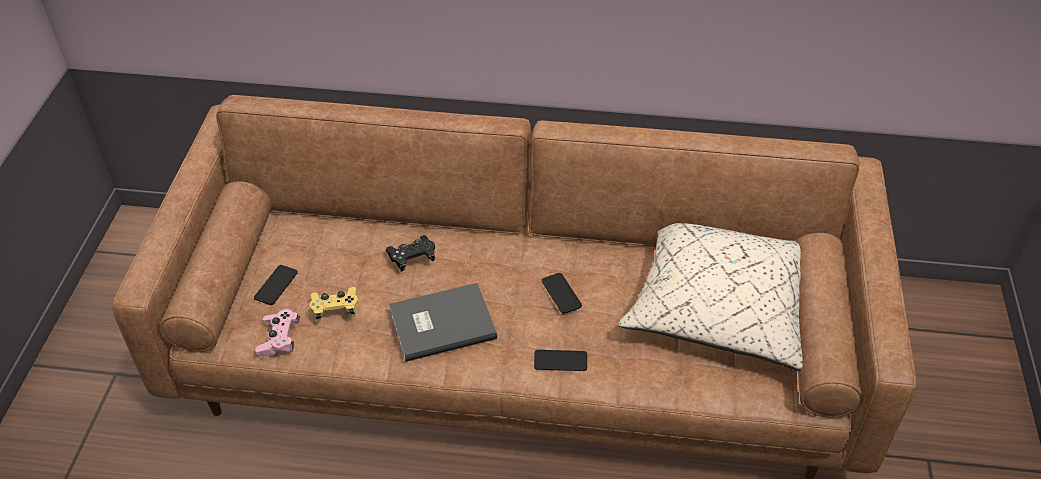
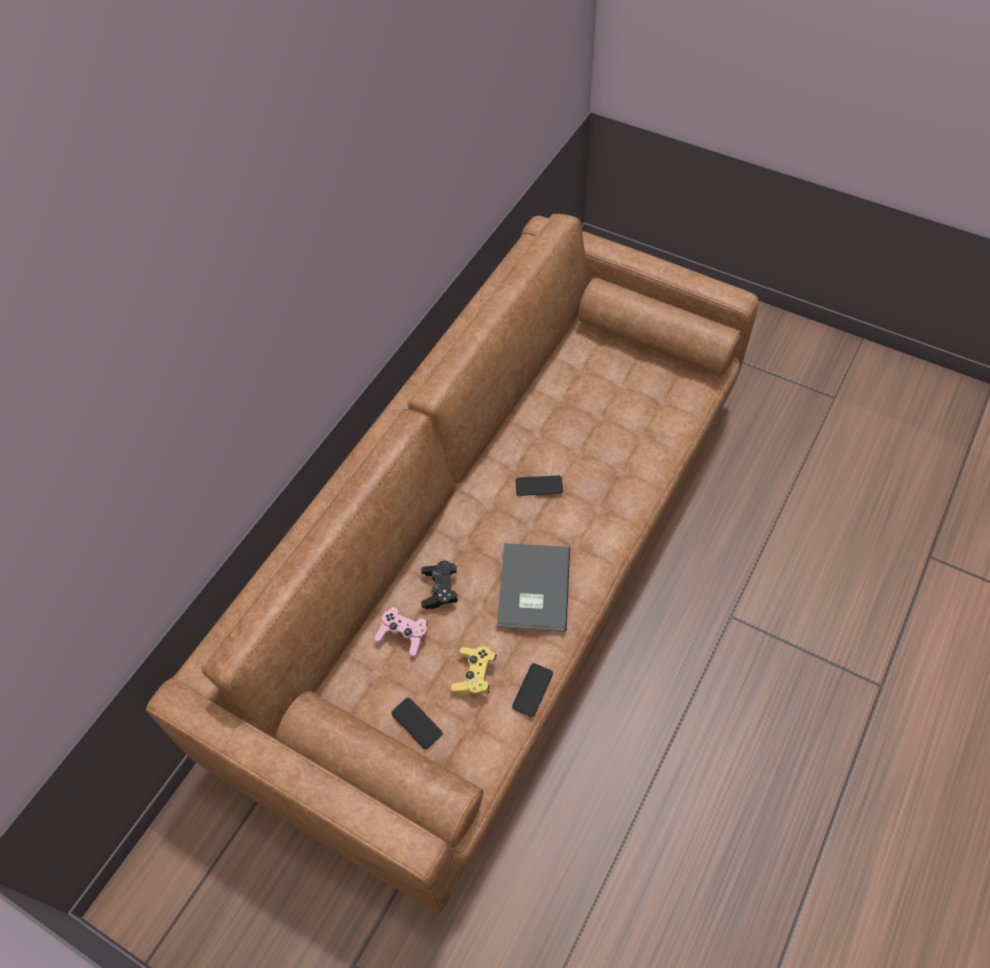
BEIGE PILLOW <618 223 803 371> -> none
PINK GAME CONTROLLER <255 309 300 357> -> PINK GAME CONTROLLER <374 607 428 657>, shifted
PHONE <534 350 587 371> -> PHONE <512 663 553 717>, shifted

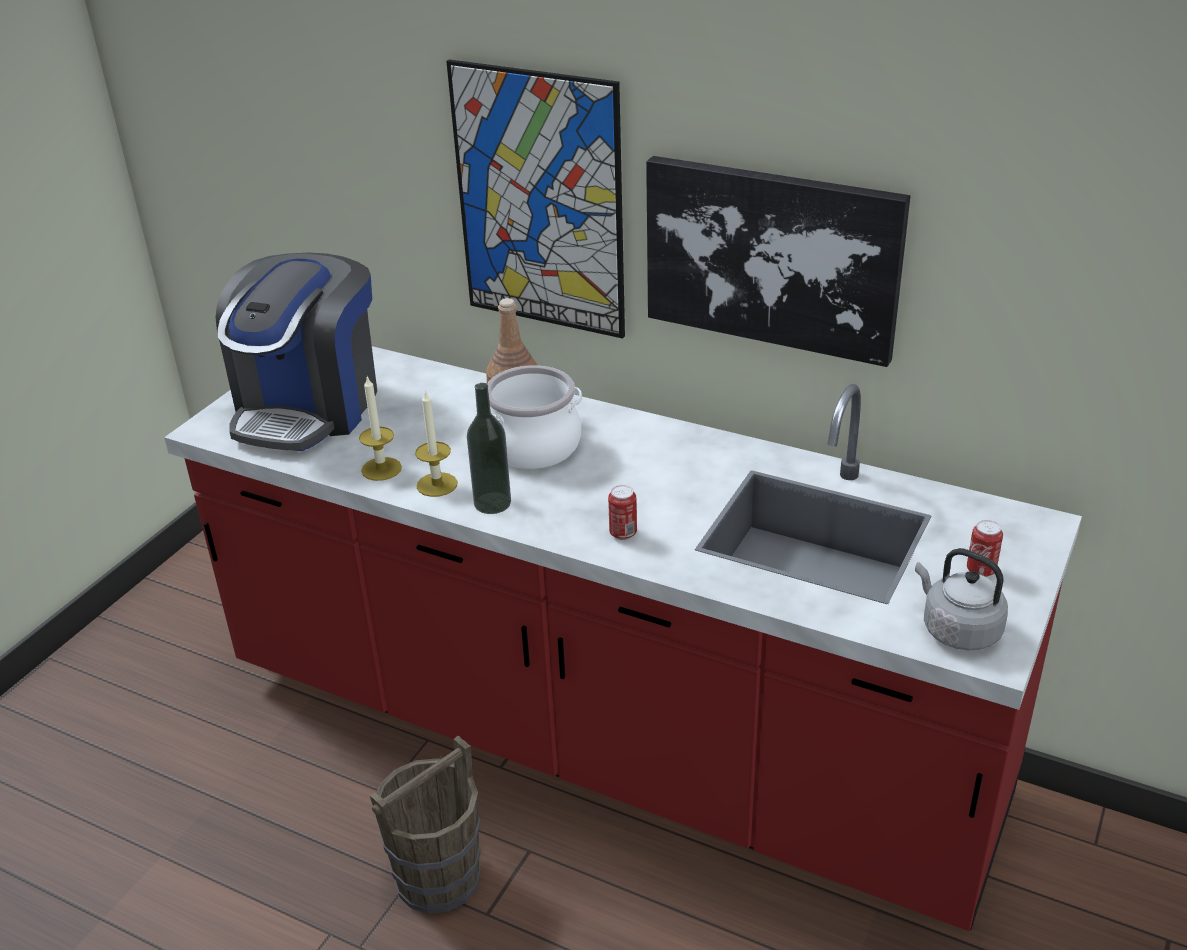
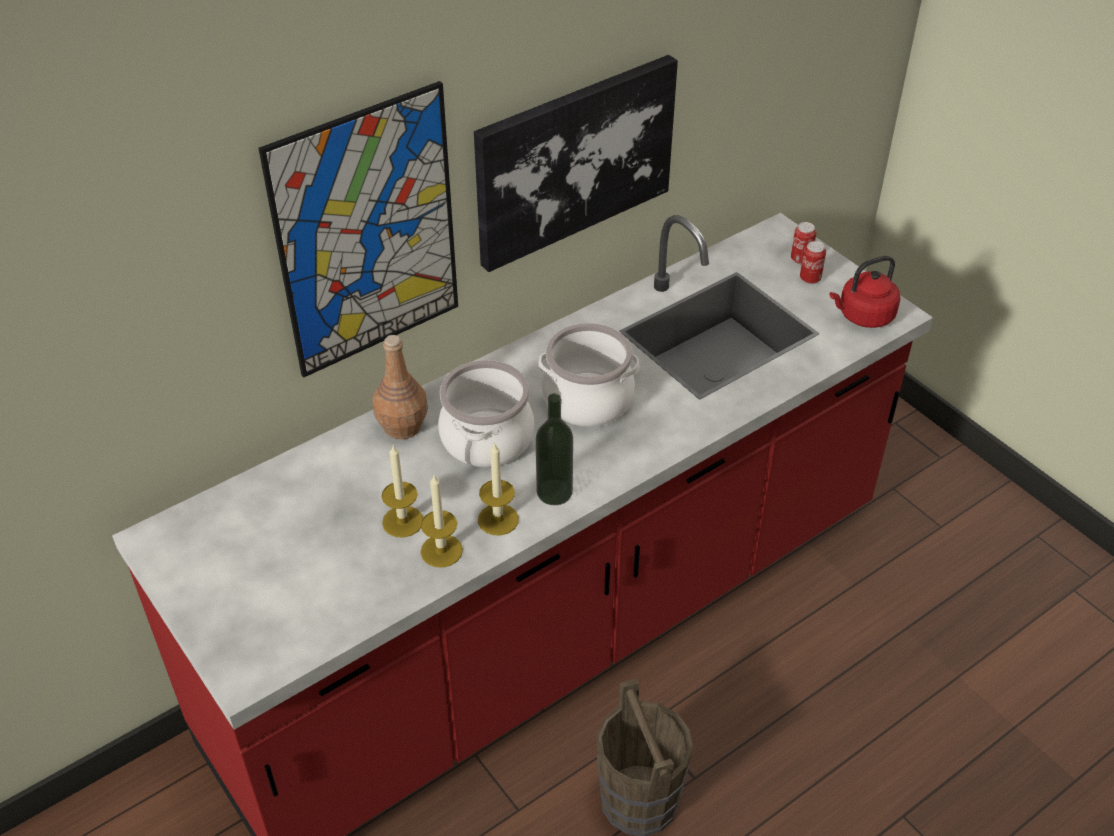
COFFEE MACHINE <215 252 377 451> -> none
none -> CANDLE <382 445 423 538>
none -> COOKING POT <538 323 639 427>
CAN <608 485 637 540> -> CAN <791 222 817 265>, shifted
GREY KETTLE <915 548 1008 650> -> RED KETTLE <830 256 901 328>

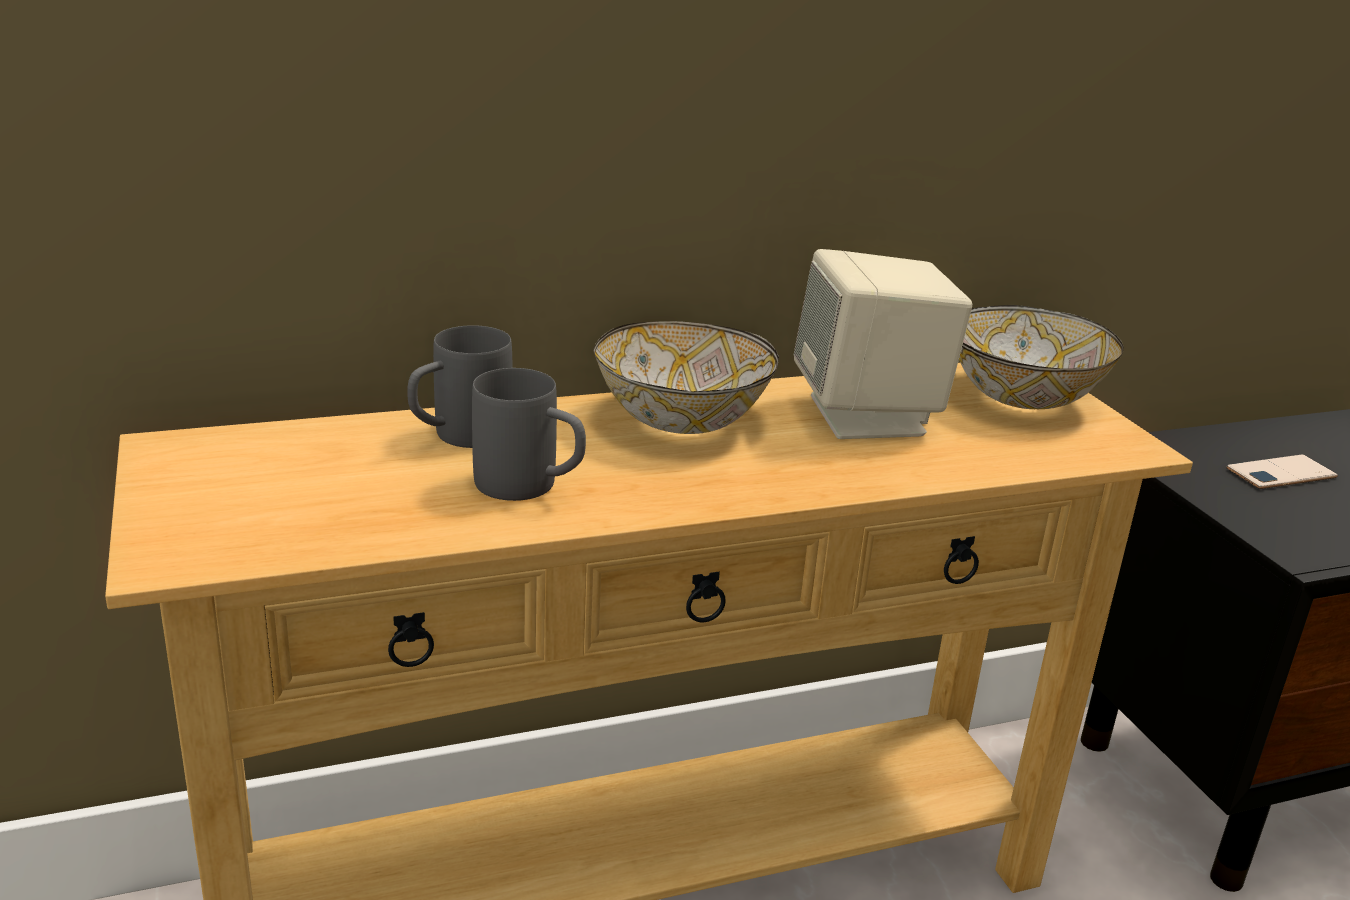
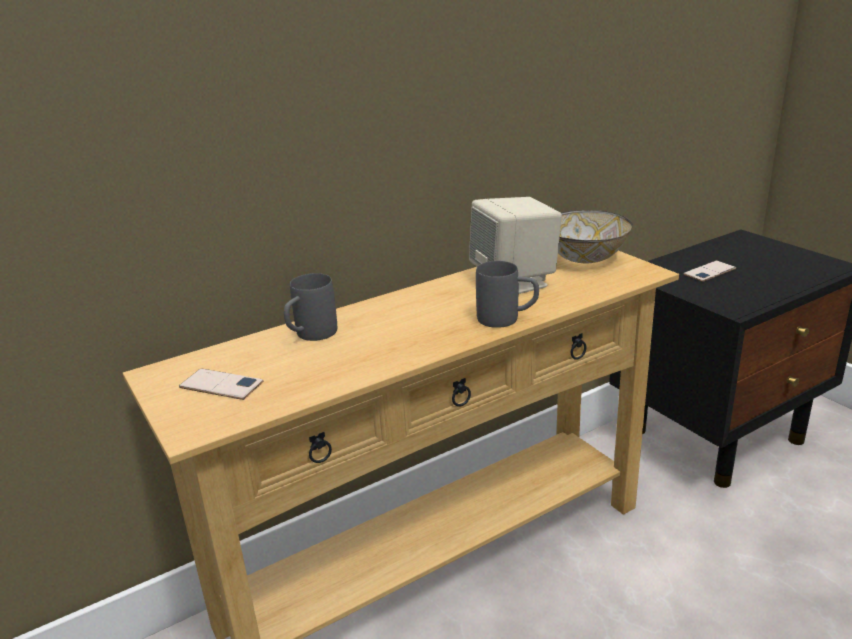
BOWL <593 321 779 434> -> none
none -> PHONE <179 369 263 400>
GREY MUG <472 368 586 501> -> GREY MUG <476 261 539 328>, shifted

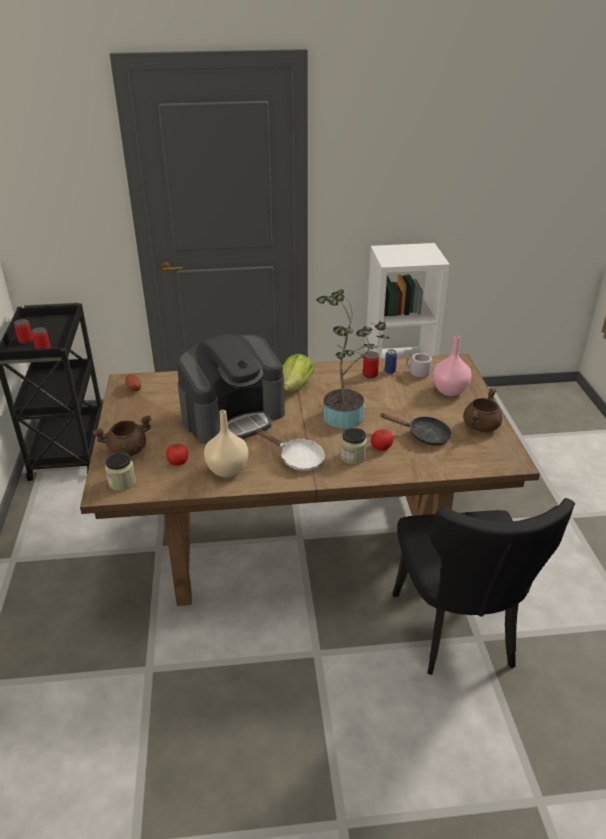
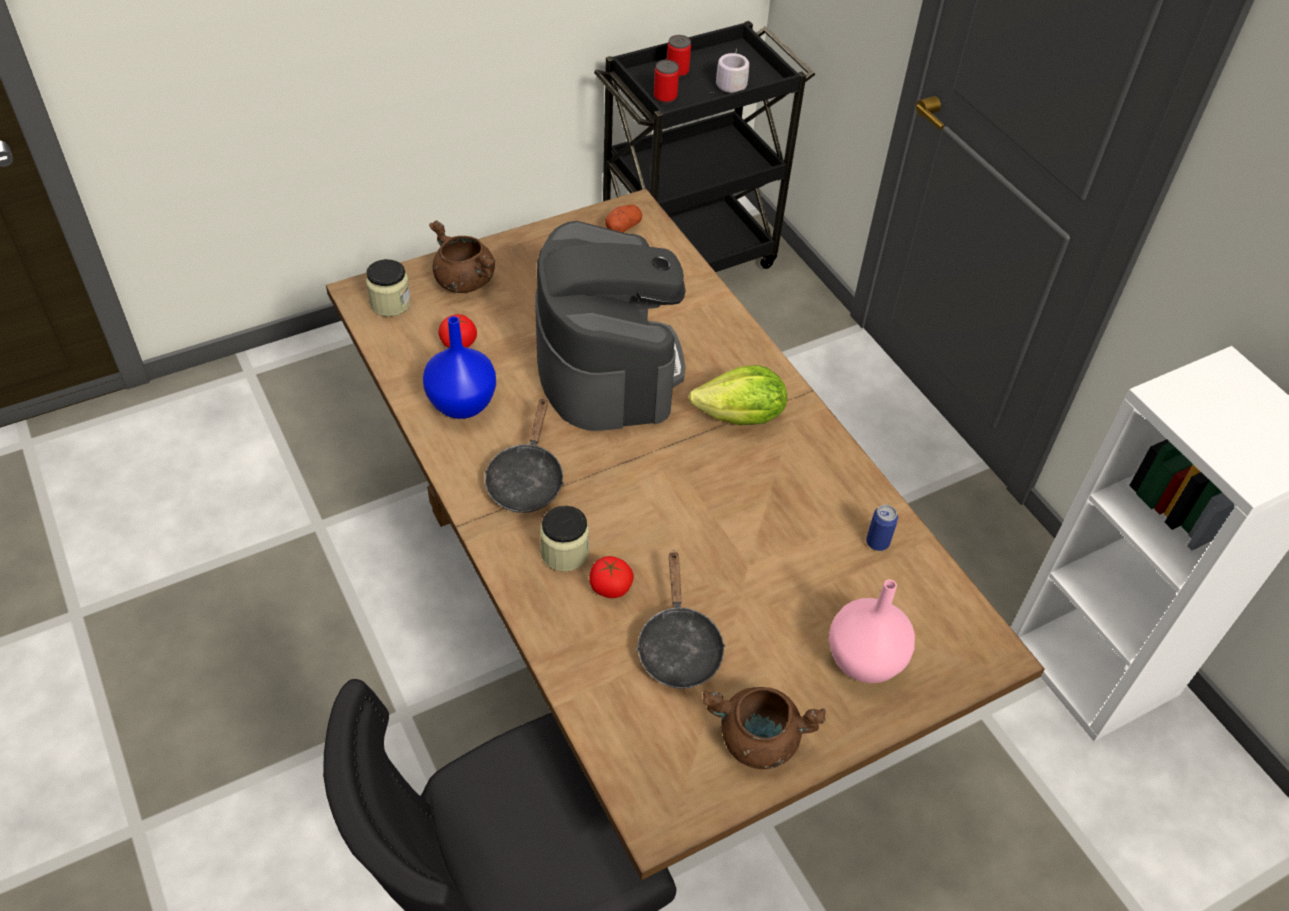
POTTED PLANT <316 289 390 429> -> none
CAN <363 351 379 378> -> none
GREY MUG <406 353 432 382> -> GREY MUG <710 49 749 93>, shifted
BEIGE VASE <204 410 249 478> -> BLUE VASE <423 316 496 419>
WHITE FRYING PAN <256 429 325 471> -> BLACK FRYING PAN <484 397 564 513>
COFFEE MACHINE <177 334 285 444> -> COFFEE MACHINE <535 221 686 431>, 135 degrees counterclockwise

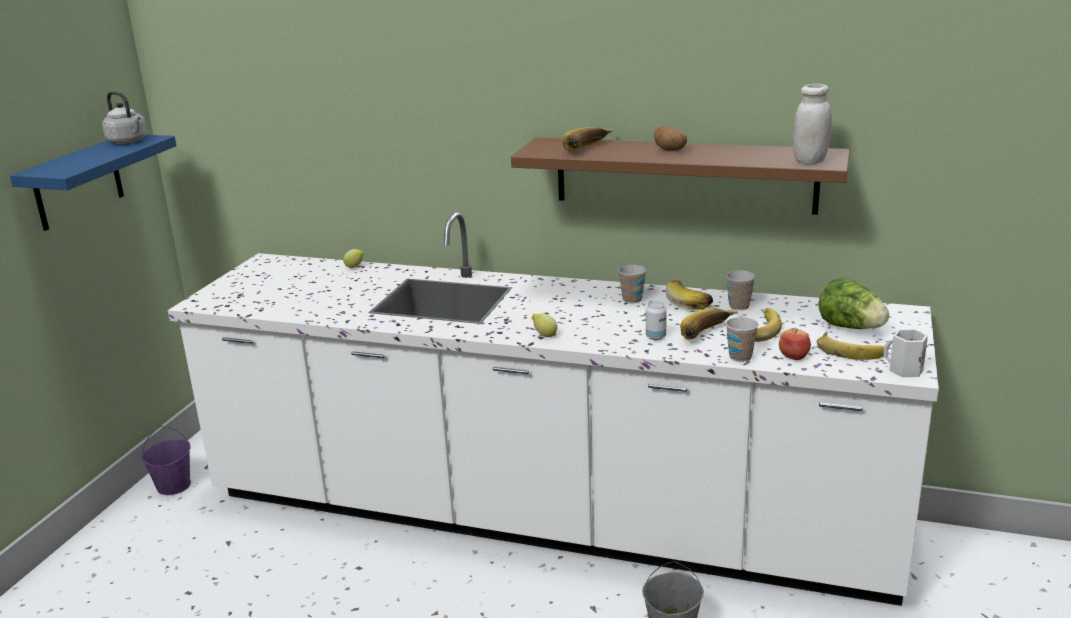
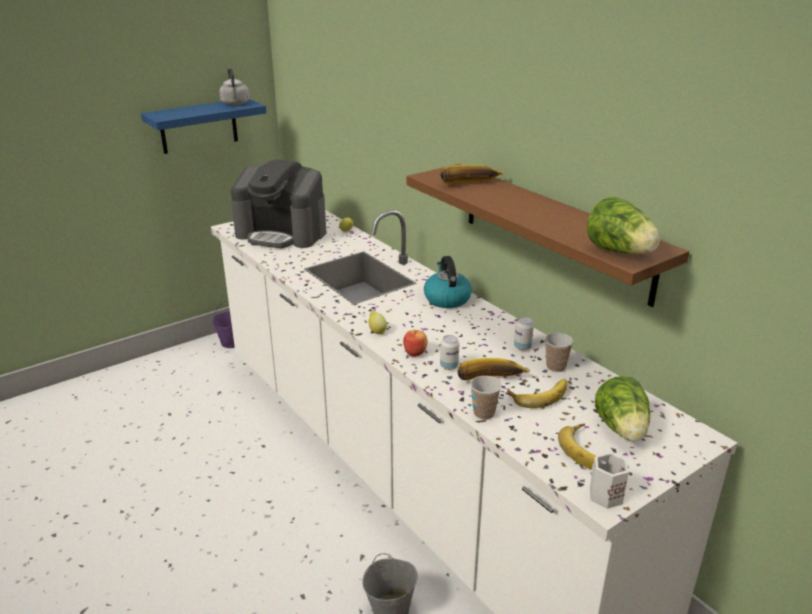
CUP <618 265 646 303> -> none
POTATO <654 126 687 151> -> none
none -> COFFEE MACHINE <231 159 326 248>
none -> KETTLE <424 256 472 308>
APPLE <779 329 811 360> -> APPLE <403 330 428 357>, shifted
BANANA <665 278 713 310> -> CAN <514 317 534 351>
WHITE JAR <793 84 832 165> -> LETTUCE <587 196 660 254>

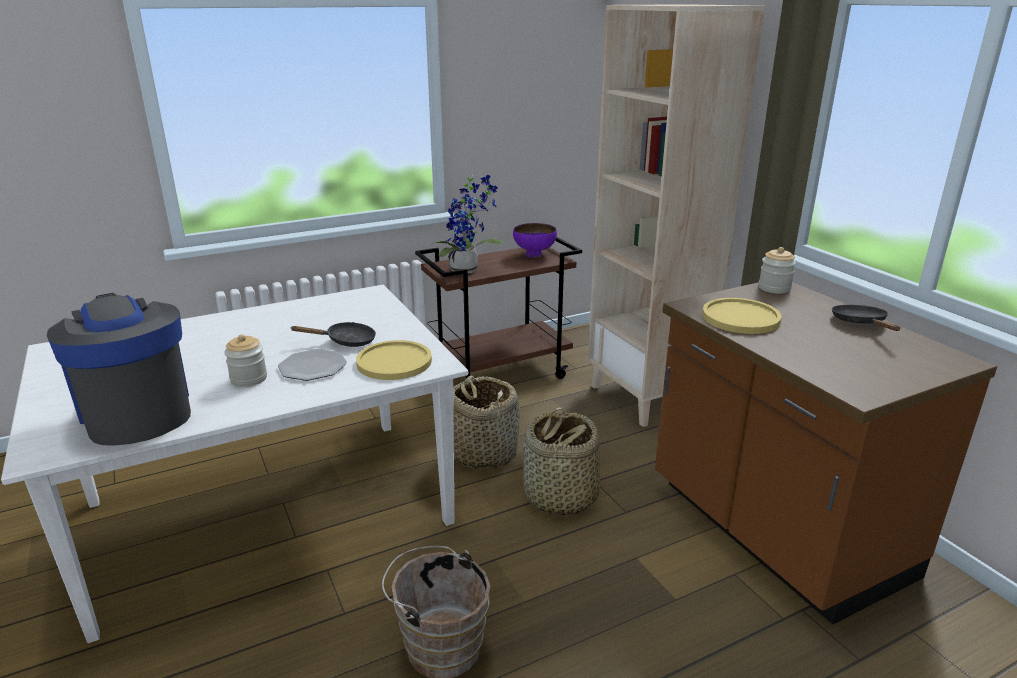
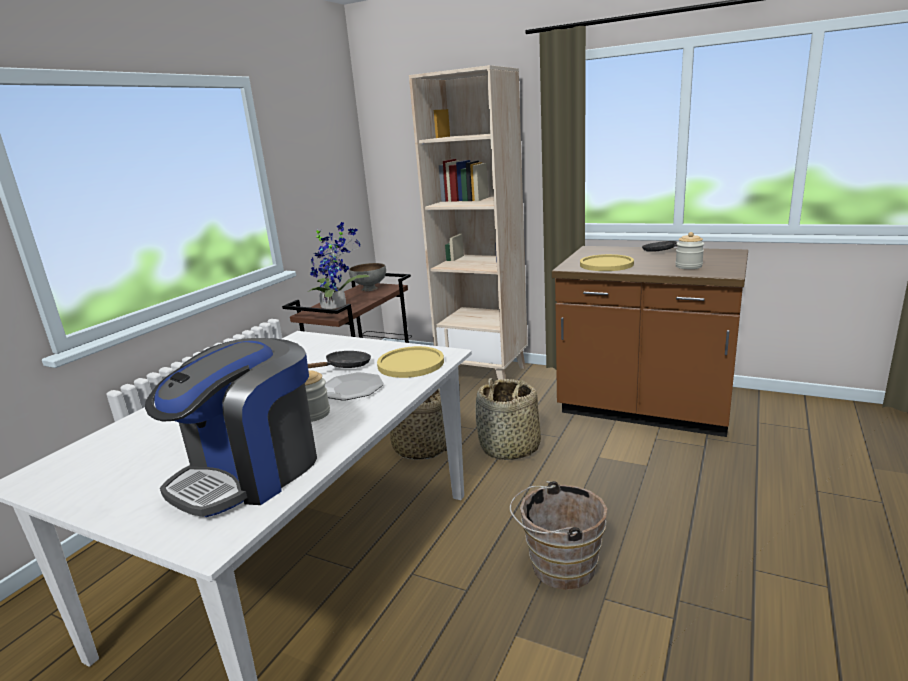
JAR <759 247 796 294> -> JAR <675 232 704 269>, shifted
PURPLE BOWL <513 223 557 258> -> GREY BOWL <349 263 386 291>
COFFEE MACHINE <47 293 191 446> -> COFFEE MACHINE <145 338 317 517>, 75 degrees counterclockwise

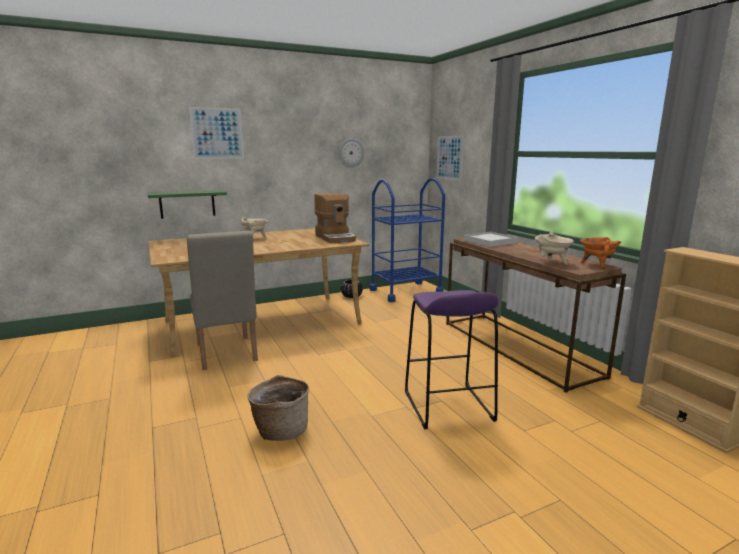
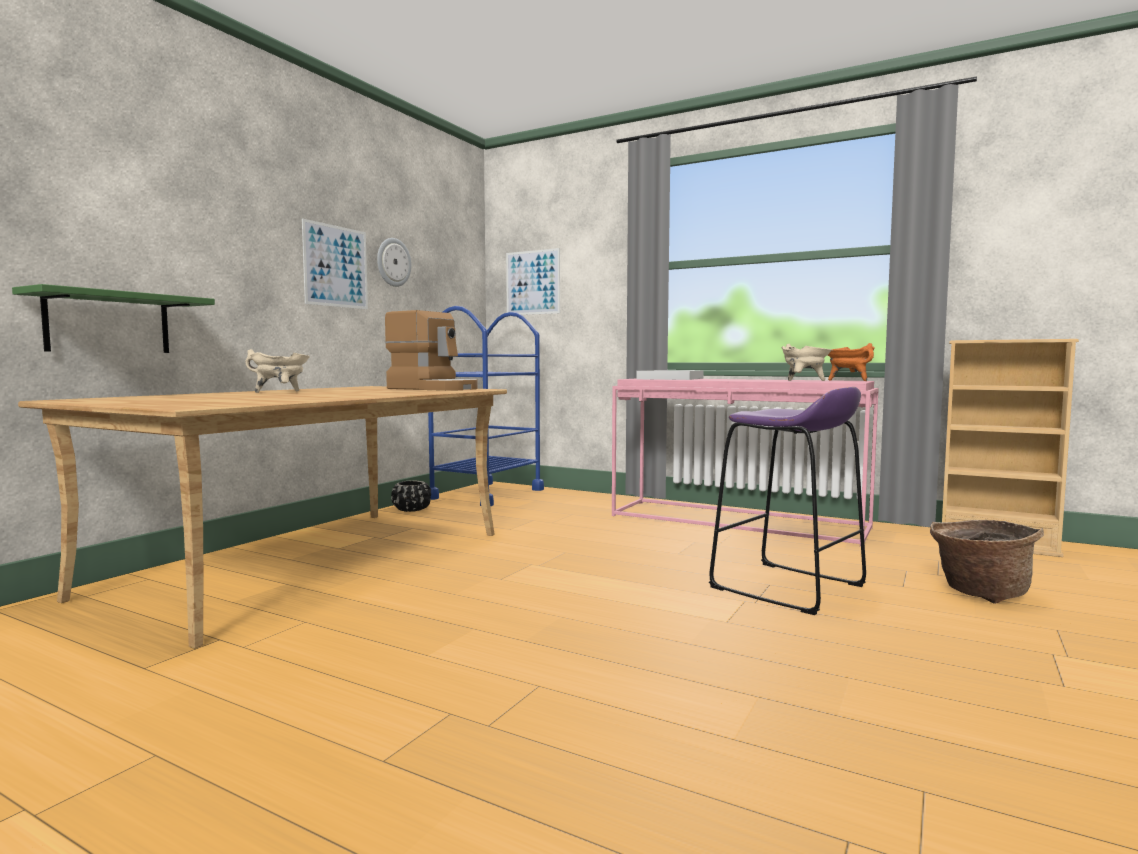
BEIGE CHAIR <187 231 258 370> -> none
PICTURE <189 107 244 159> -> PICTURE <302 218 368 309>, shifted
BASKET <247 375 309 441> -> BASKET <930 520 1044 604>, shifted
BROWN CONSOLE TABLE <446 238 626 393> -> PINK CONSOLE TABLE <612 378 879 546>

